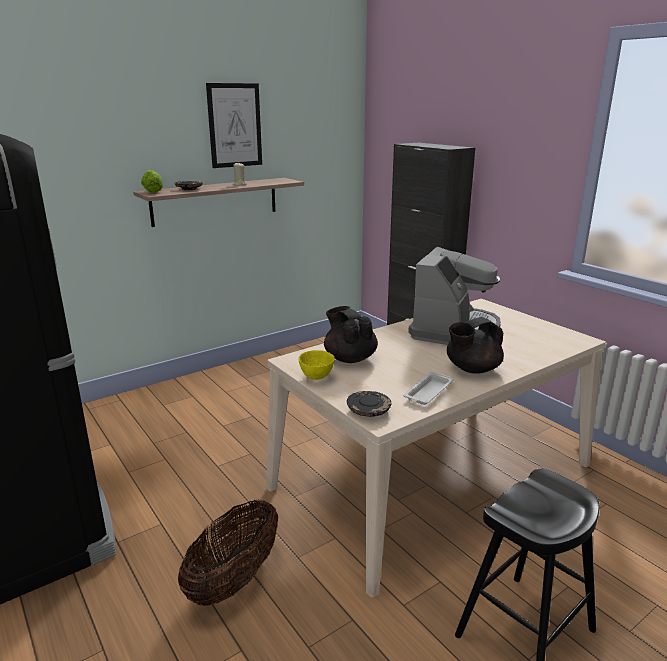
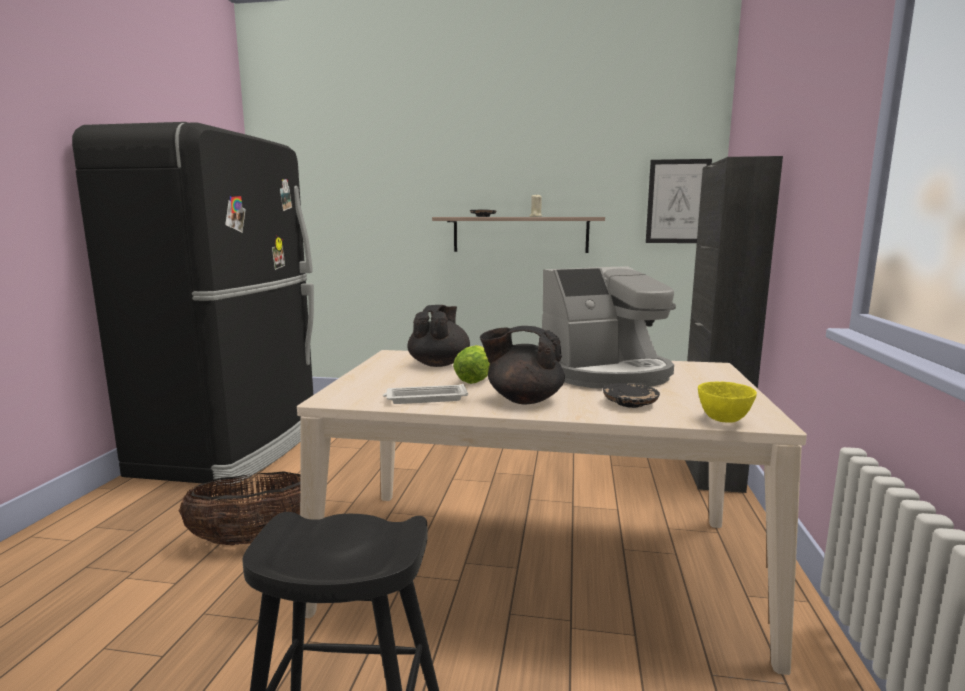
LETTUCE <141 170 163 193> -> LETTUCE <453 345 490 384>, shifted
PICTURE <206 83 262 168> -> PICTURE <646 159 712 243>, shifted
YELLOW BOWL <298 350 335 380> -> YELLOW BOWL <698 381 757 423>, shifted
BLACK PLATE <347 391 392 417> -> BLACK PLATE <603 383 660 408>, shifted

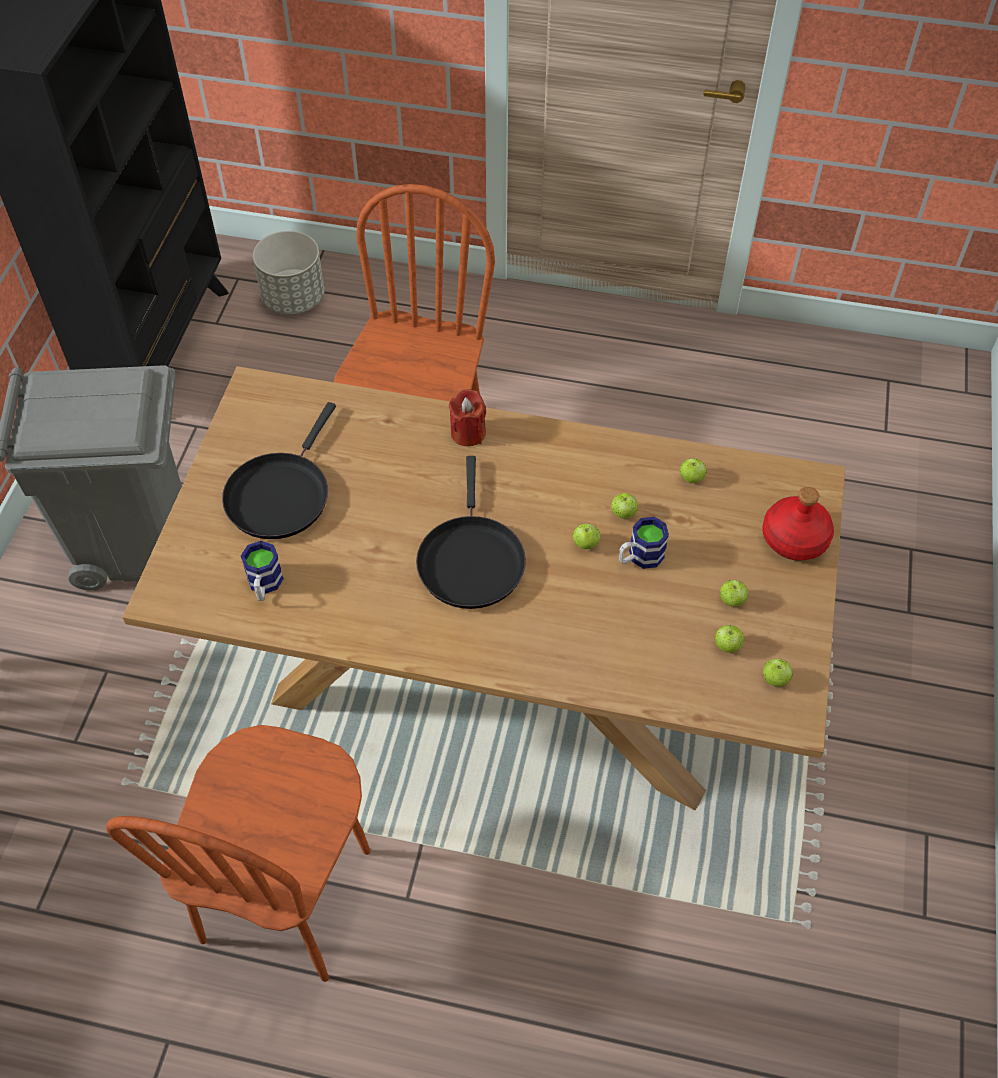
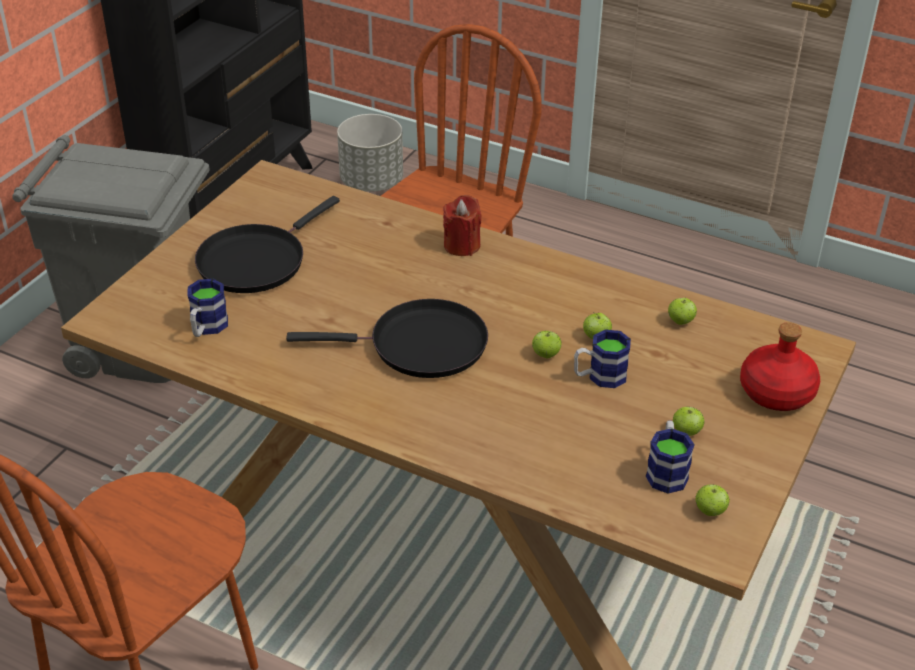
APPLE <715 625 744 653> -> MUG <645 421 695 493>
BLACK FRYING PAN <416 456 526 609> -> BLACK FRYING PAN <286 299 488 378>, 105 degrees counterclockwise

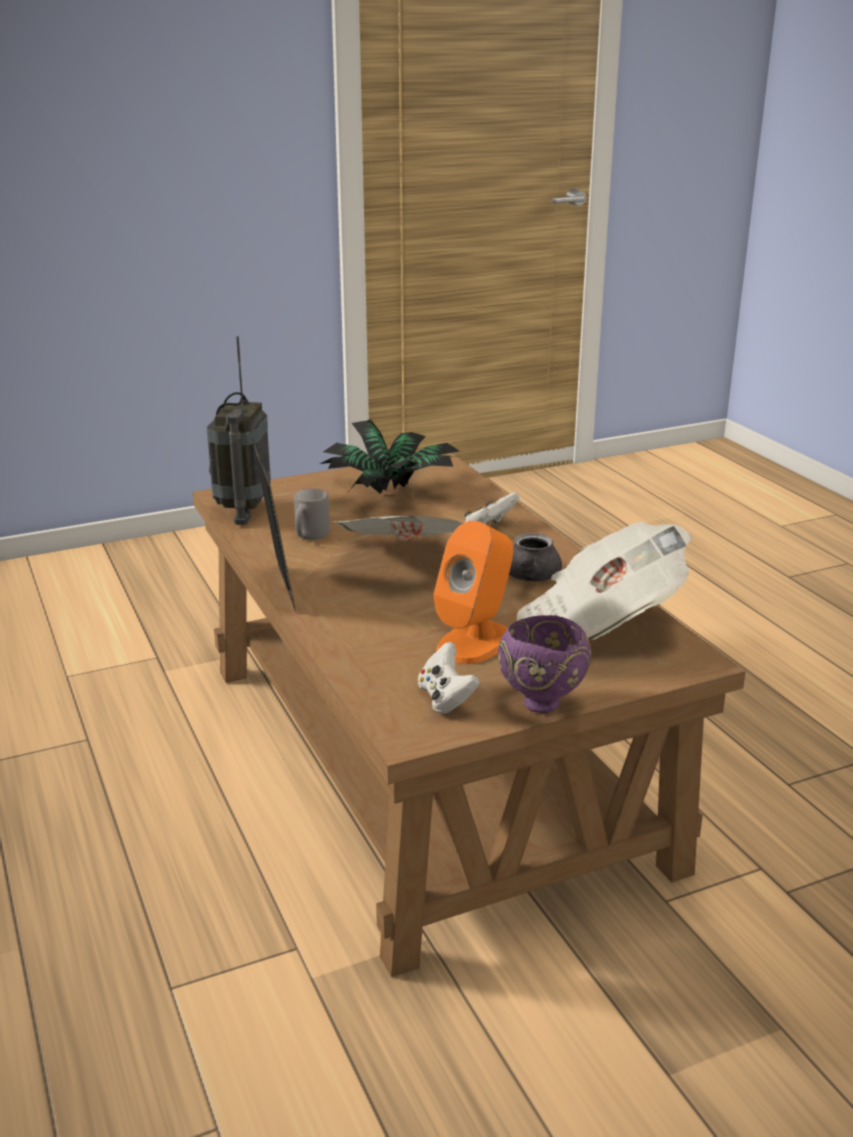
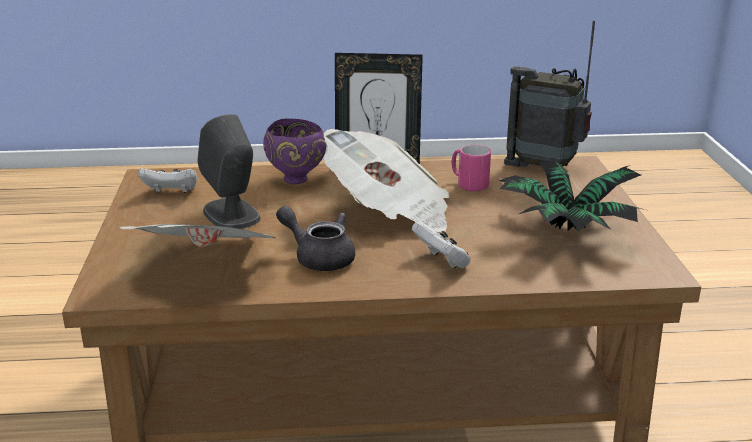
PURPLE BOWL <498 615 591 713> -> PURPLE BOWL <263 119 327 185>, shifted
GREY MUG <294 488 330 540> -> PINK MUG <452 145 491 192>
ORANGE SPEAKER <433 521 513 664> -> GREY SPEAKER <197 114 261 229>

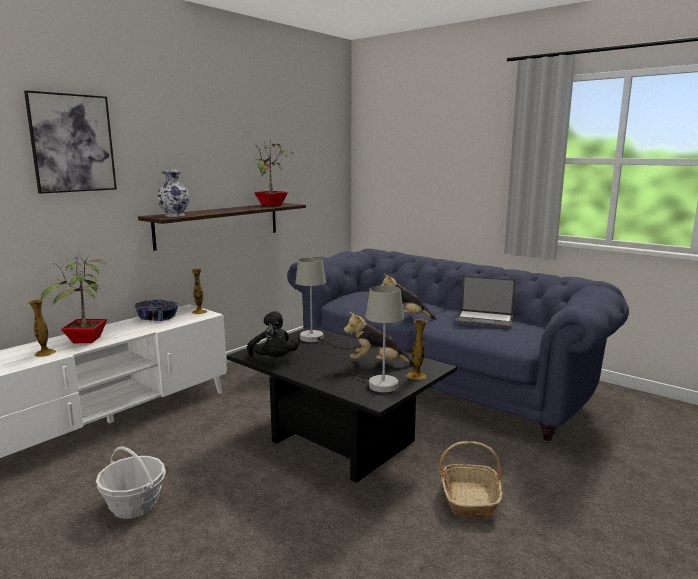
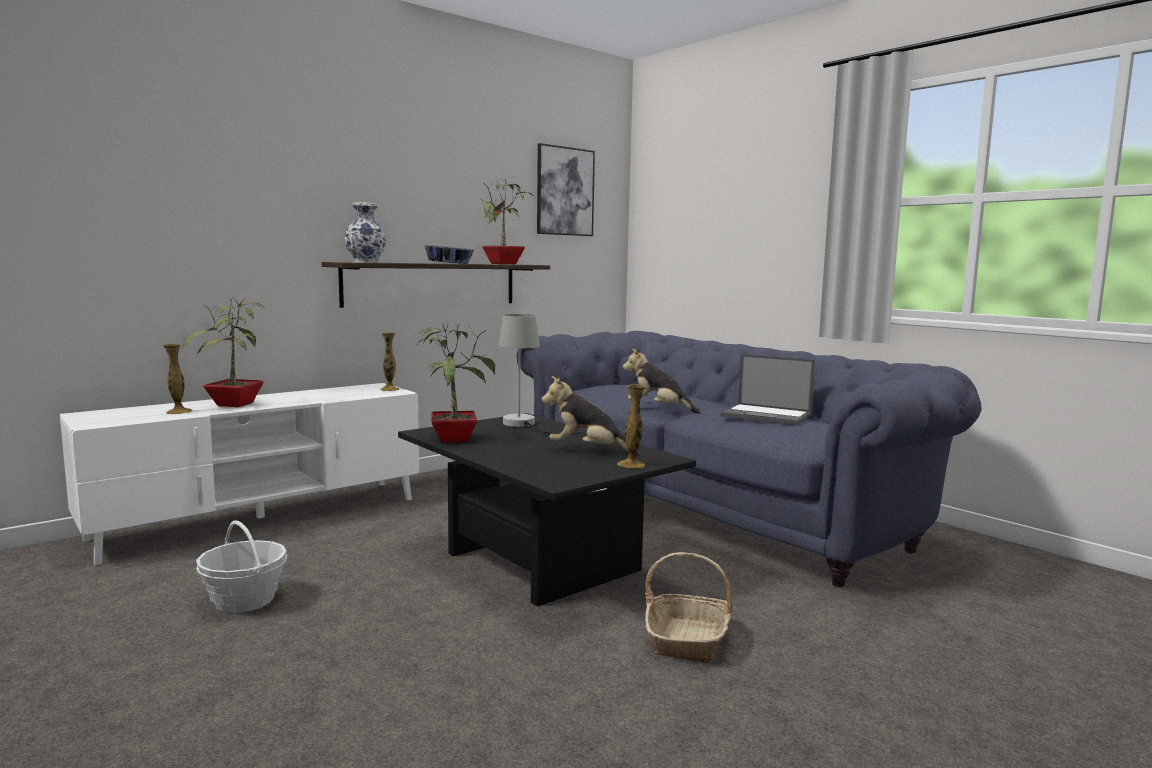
GREY TABLE LAMP <316 285 404 393> -> none
PICTURE <24 90 117 194> -> PICTURE <537 143 595 236>, shifted
BOWL <134 300 179 321> -> BOWL <424 245 474 264>, shifted
BLACK PLUSH TOY <247 311 299 357> -> POTTED PLANT <417 321 495 443>

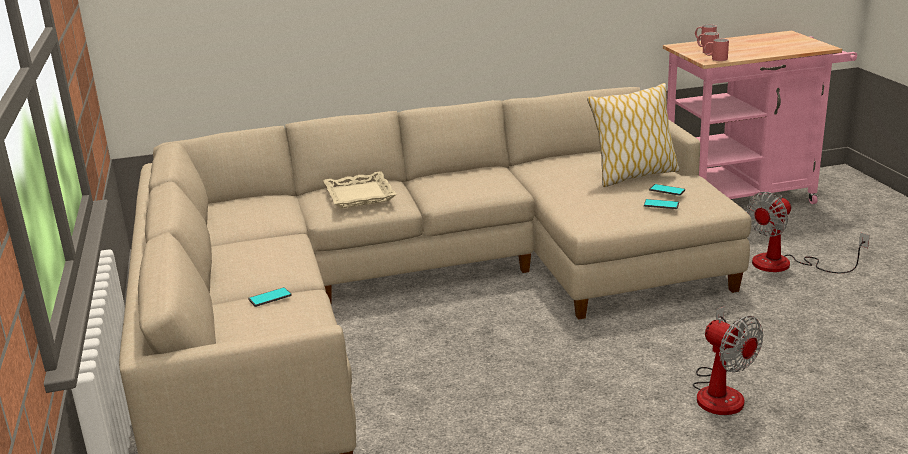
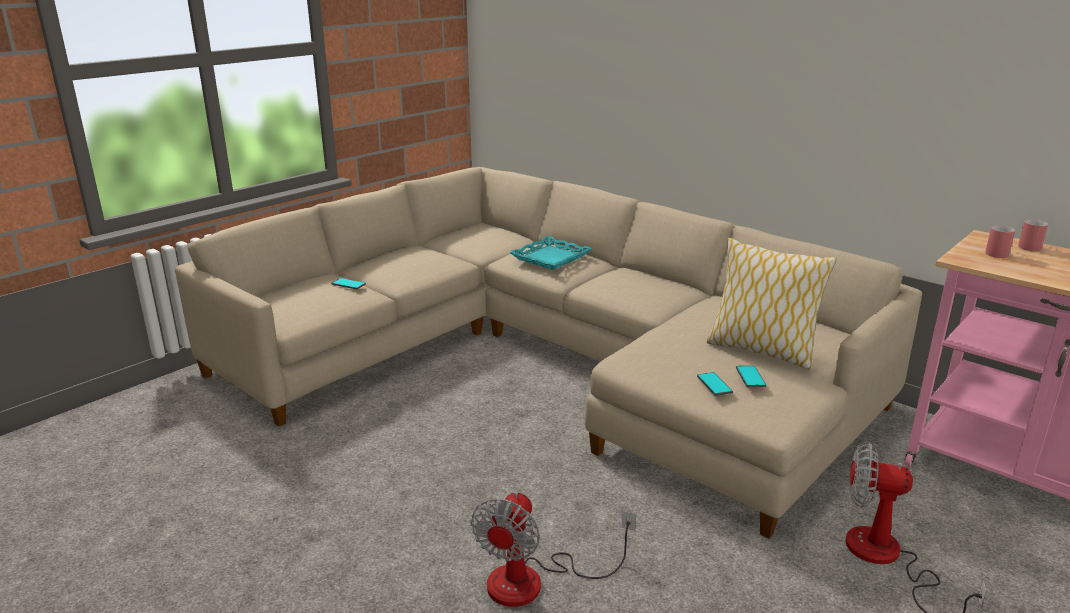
RED MUG <704 38 729 61> -> none
BEIGE TRAY <323 171 397 208> -> TURQUOISE TRAY <509 236 592 270>

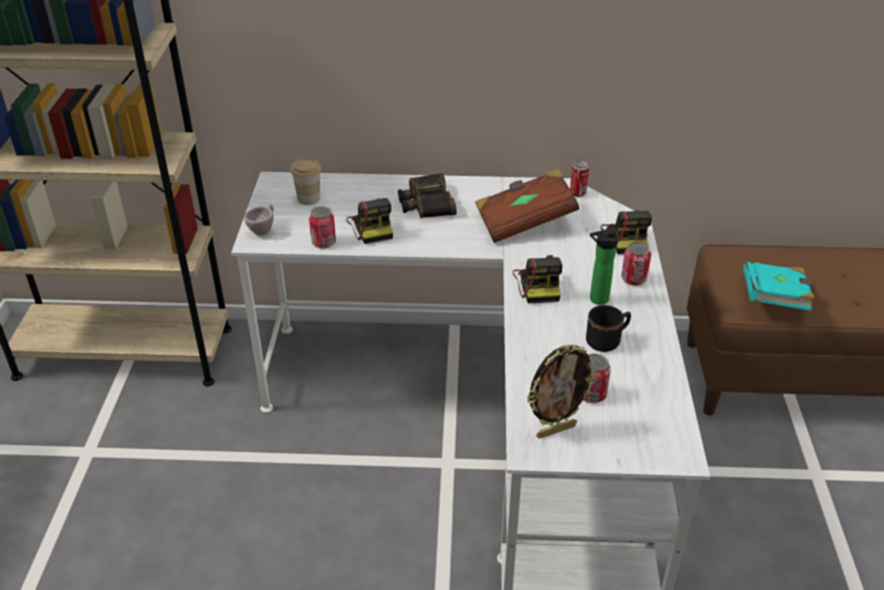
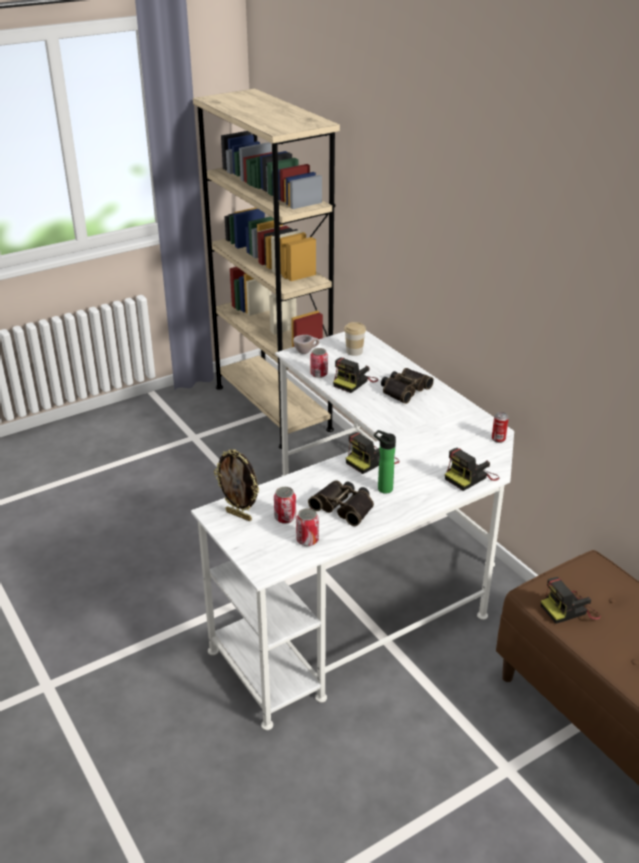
BROWN BOOK <475 169 579 243> -> none
CAN <621 242 651 286> -> CAN <296 508 319 546>, shifted
BLACK MUG <586 305 631 352> -> BINOCULARS <308 480 374 526>
TURQUOISE BOOK <743 262 815 311> -> PHOTO CAMERA <541 577 601 624>

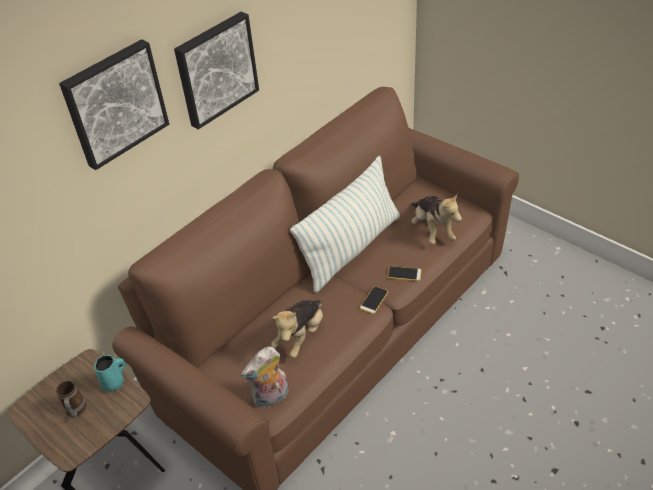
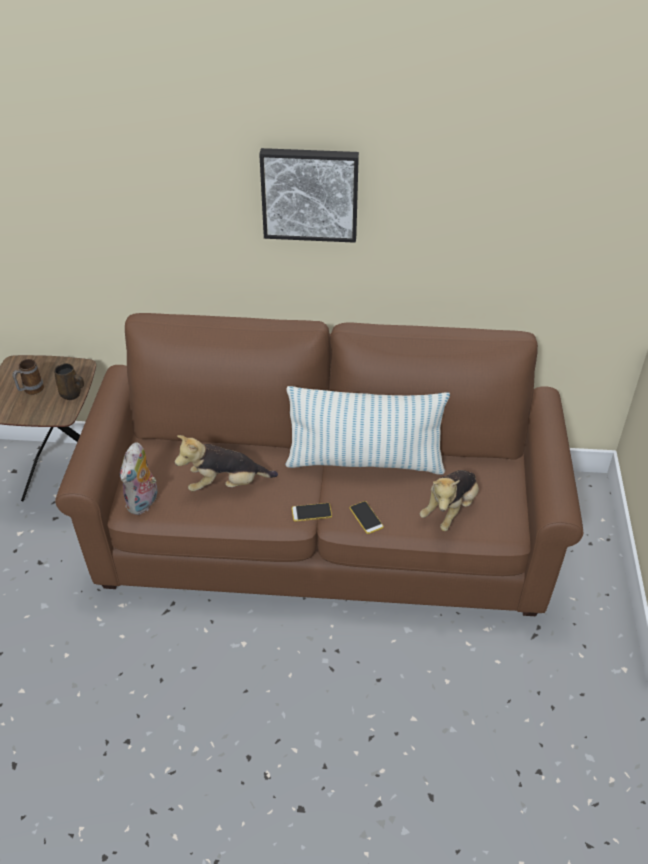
PICTURE <59 39 169 170> -> none
TURQUOISE MUG <94 355 126 392> -> BROWN MUG <54 363 84 400>
PLUSH TOY <241 347 288 408> -> PLUSH TOY <120 442 157 515>, 90 degrees counterclockwise

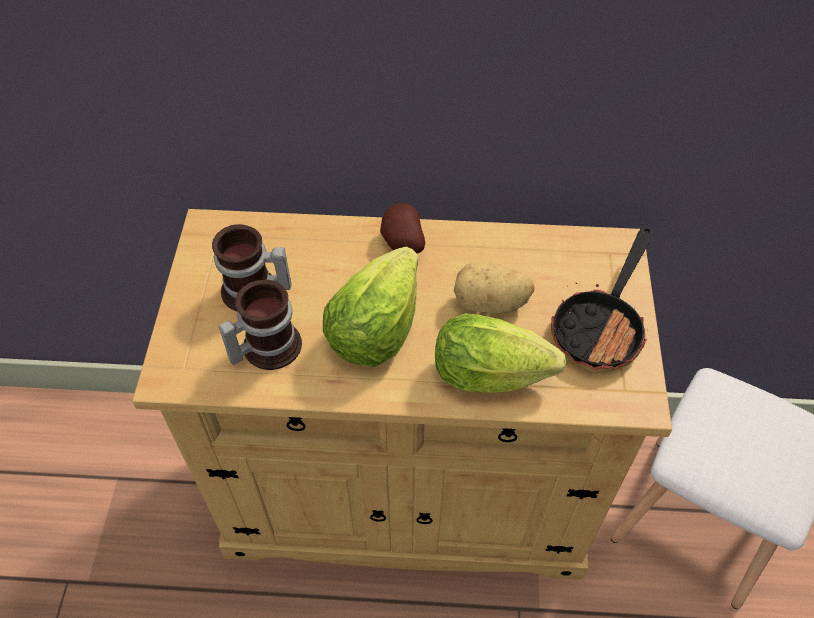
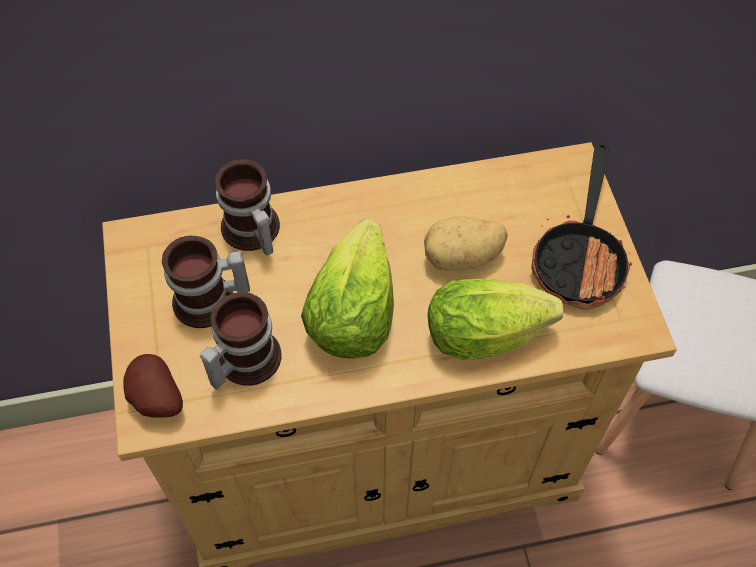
none -> MUG <215 159 280 255>
POTATO <380 203 425 254> -> POTATO <123 354 183 418>, shifted

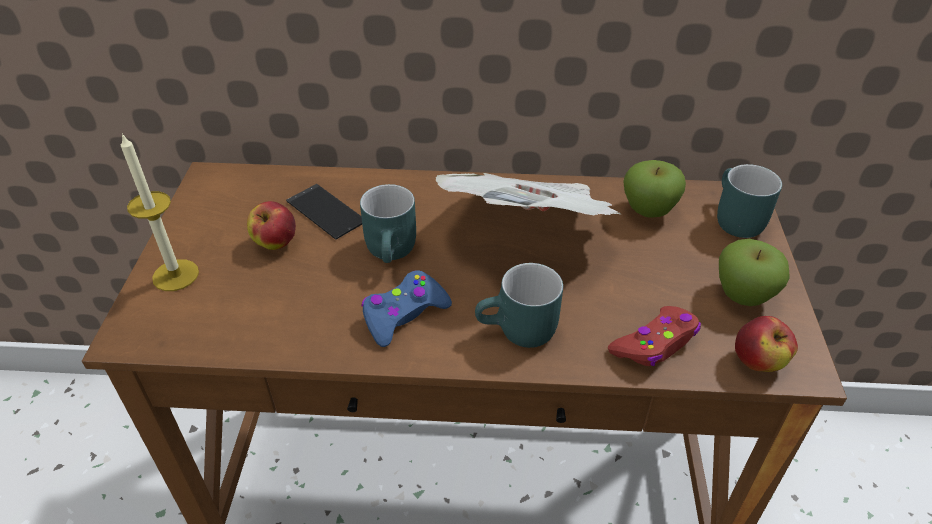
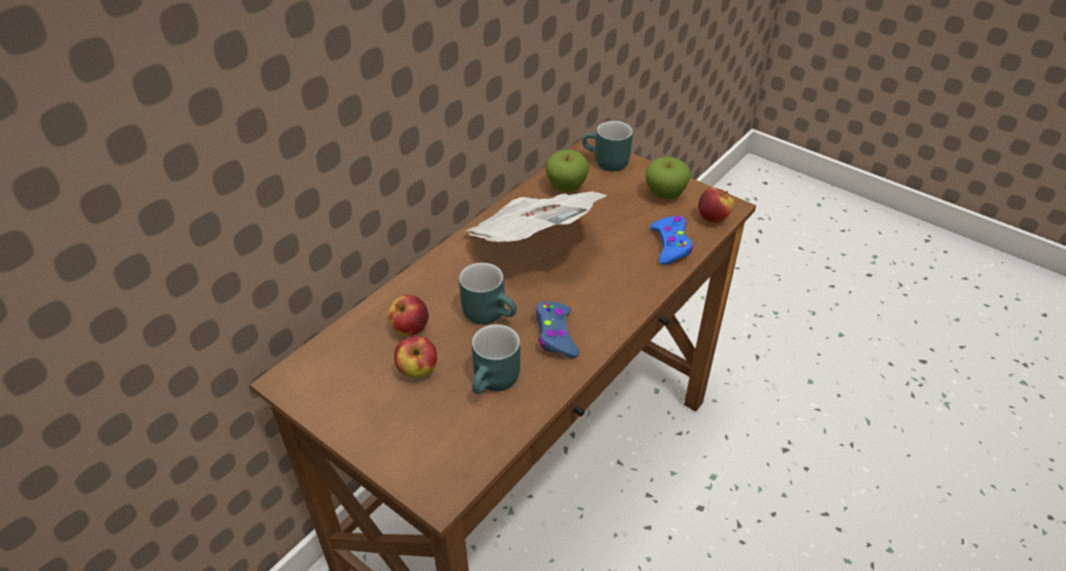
CANDLE <121 133 199 291> -> none
TURQUOISE MUG <475 263 563 348> -> TURQUOISE MUG <472 324 520 394>, shifted
PHONE <286 184 362 240> -> APPLE <388 295 429 336>
RED GAME CONTROLLER <608 306 701 366> -> BLUE GAME CONTROLLER <650 216 693 265>

